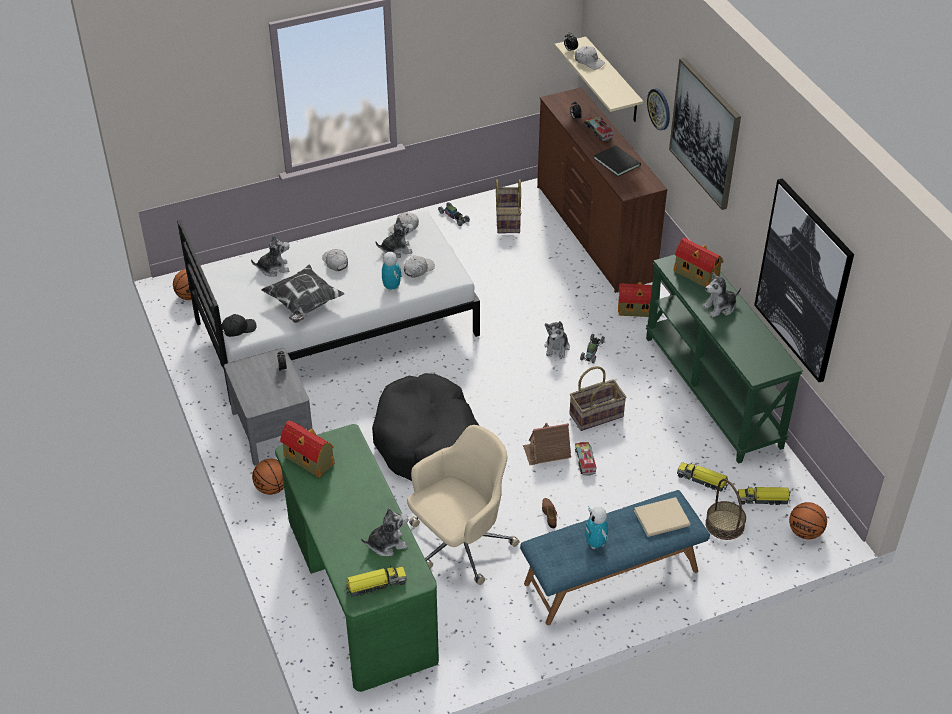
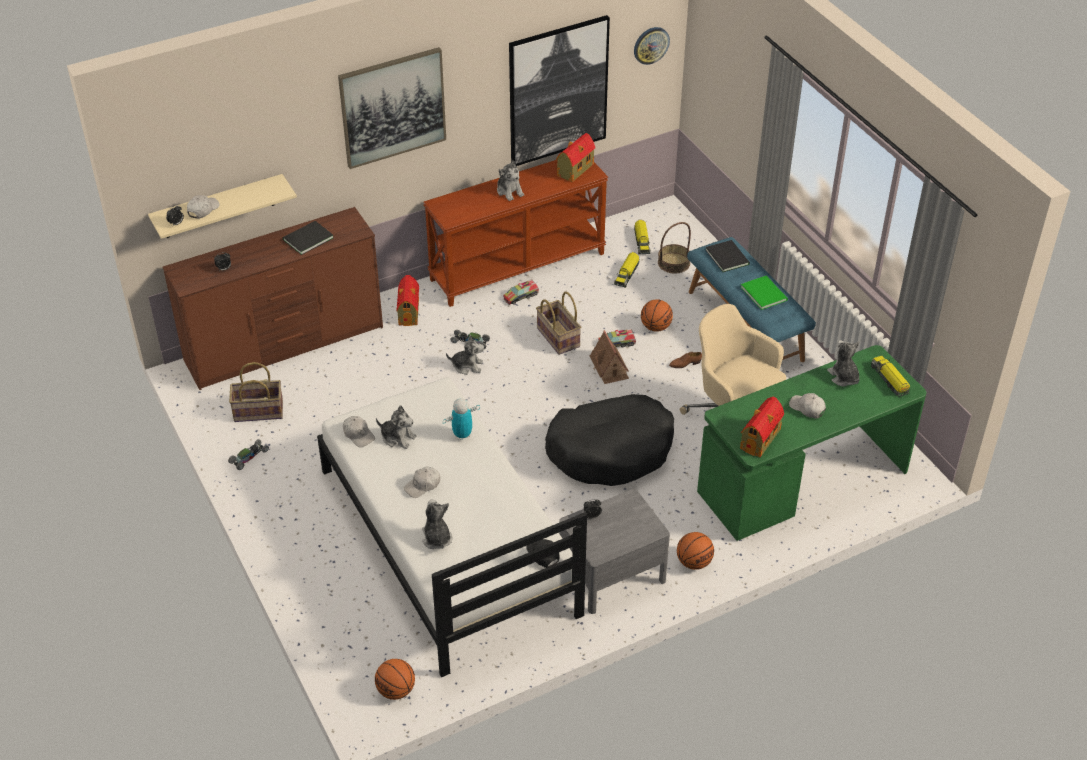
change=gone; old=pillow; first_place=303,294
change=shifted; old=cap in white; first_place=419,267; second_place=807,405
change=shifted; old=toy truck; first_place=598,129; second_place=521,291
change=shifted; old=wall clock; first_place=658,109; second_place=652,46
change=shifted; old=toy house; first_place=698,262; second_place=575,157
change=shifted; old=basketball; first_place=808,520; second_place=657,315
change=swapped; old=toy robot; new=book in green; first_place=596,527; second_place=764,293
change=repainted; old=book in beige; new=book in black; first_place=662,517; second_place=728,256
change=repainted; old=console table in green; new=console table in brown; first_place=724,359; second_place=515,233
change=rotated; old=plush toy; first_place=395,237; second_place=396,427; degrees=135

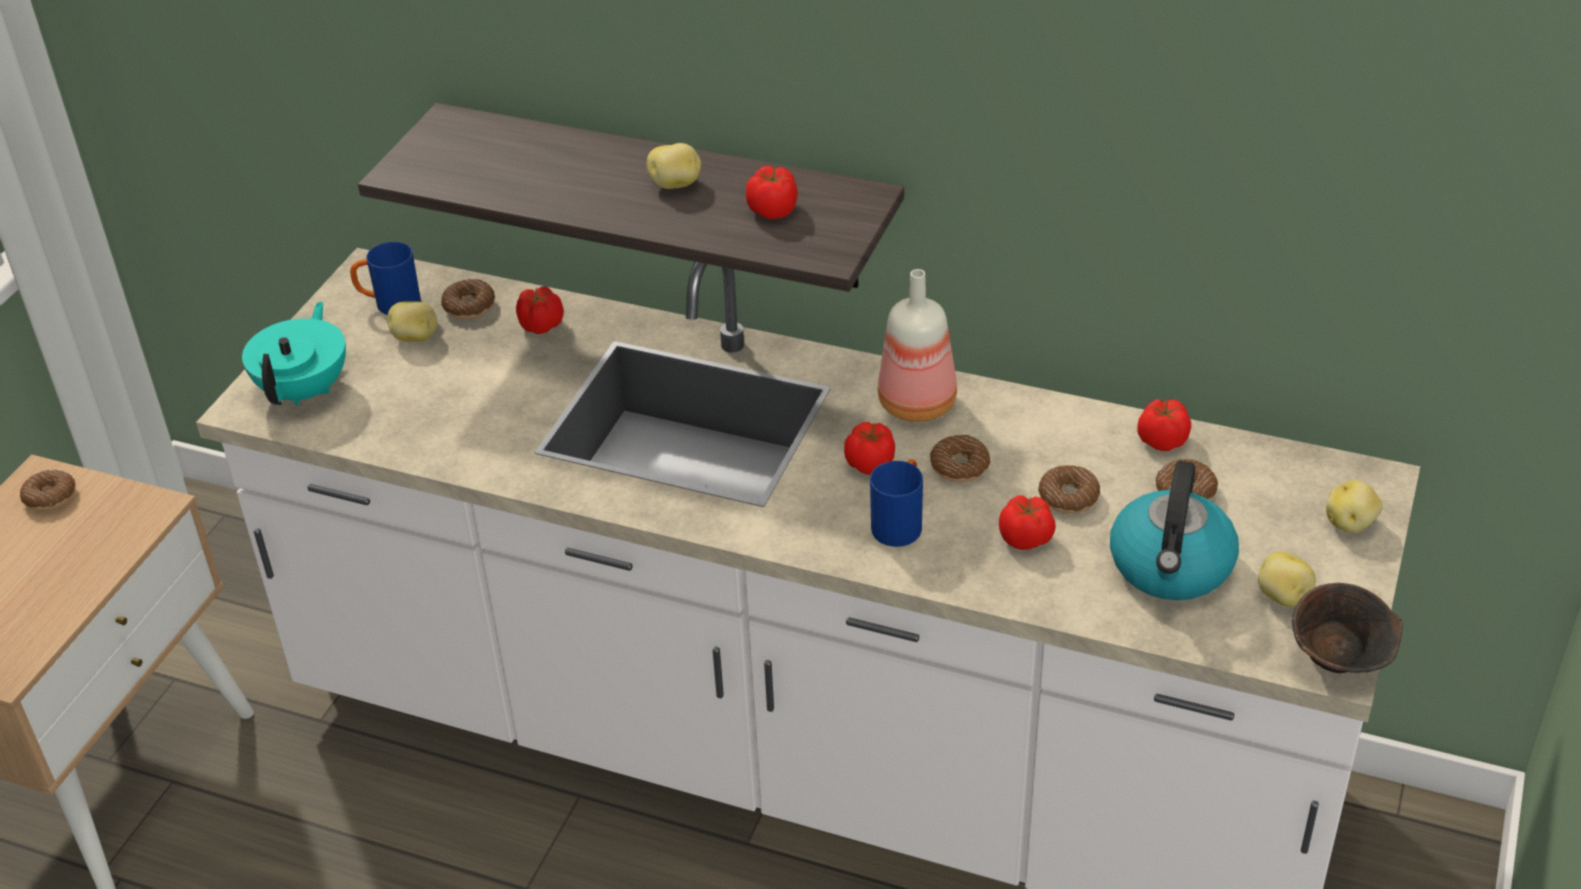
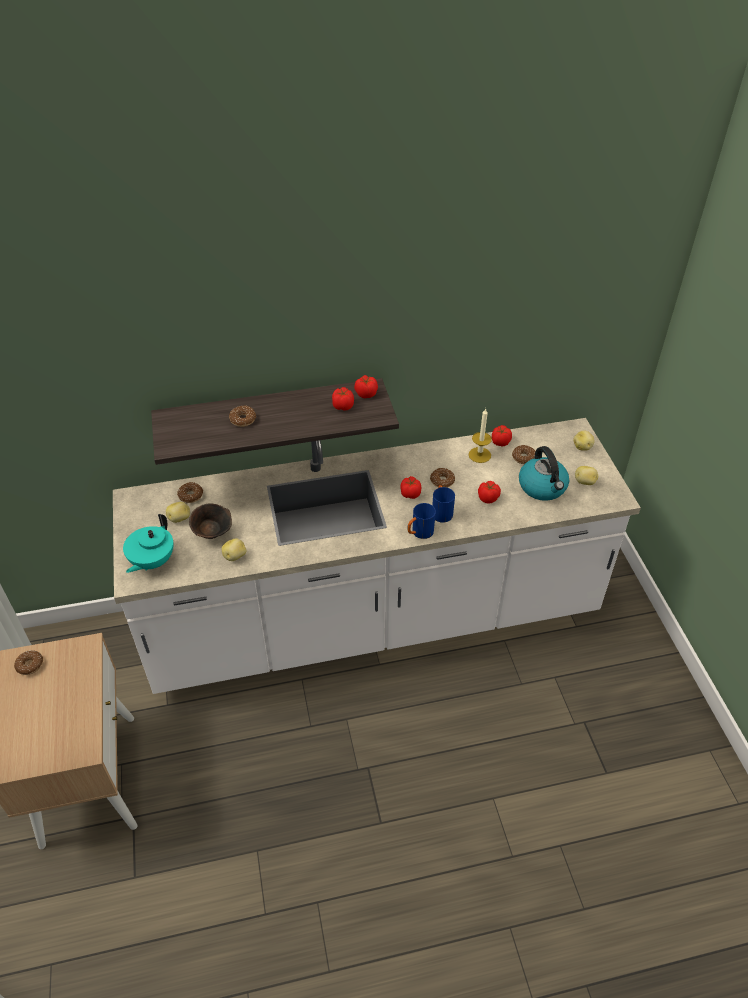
change=gone; old=bottle; first_place=917,345
change=new; new=candle; second_place=480,435
change=shifted; old=mug in blue; first_place=385,278; second_place=421,521
change=shifted; old=tomato; first_place=540,310; second_place=366,386
change=shifted; old=potato; first_place=674,166; second_place=234,550
change=shifted; old=donut; first_place=1069,489; second_place=242,416
change=shifted; old=bowl in brown; first_place=1347,628; second_place=210,521
change=rotated; old=teapot in turquoise; first_place=294,354; second_place=148,543; degrees=-135

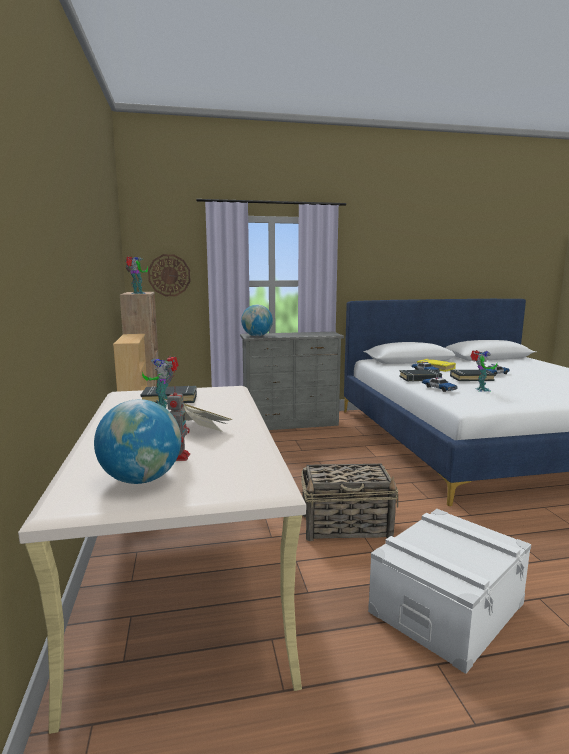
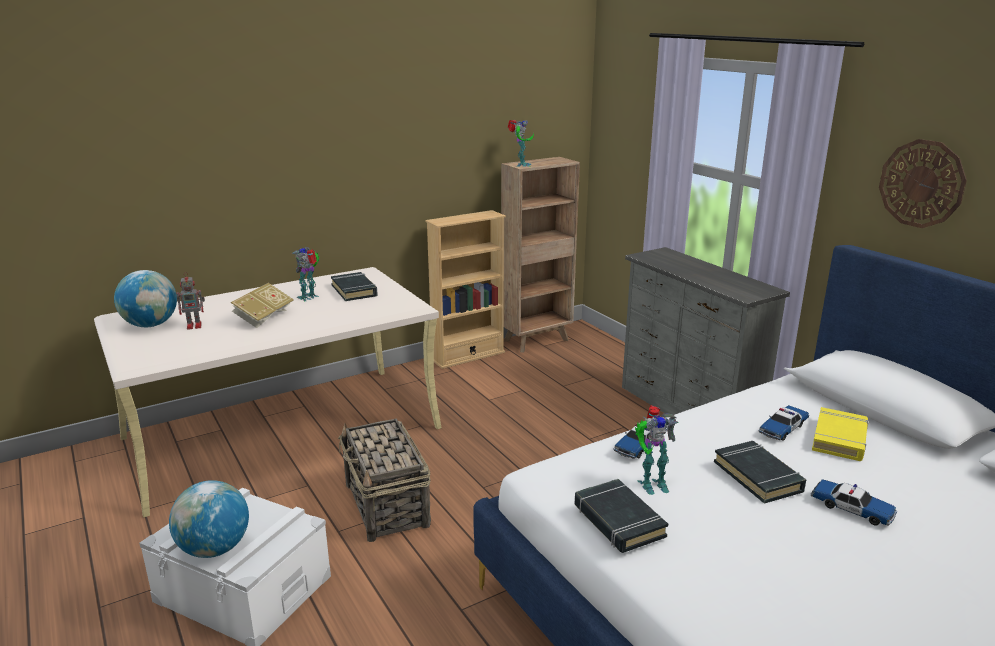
change=shifted; old=wall clock; first_place=169,275; second_place=923,183
change=shifted; old=globe; first_place=257,320; second_place=209,519
change=shifted; old=book in black; first_place=420,375; second_place=621,516

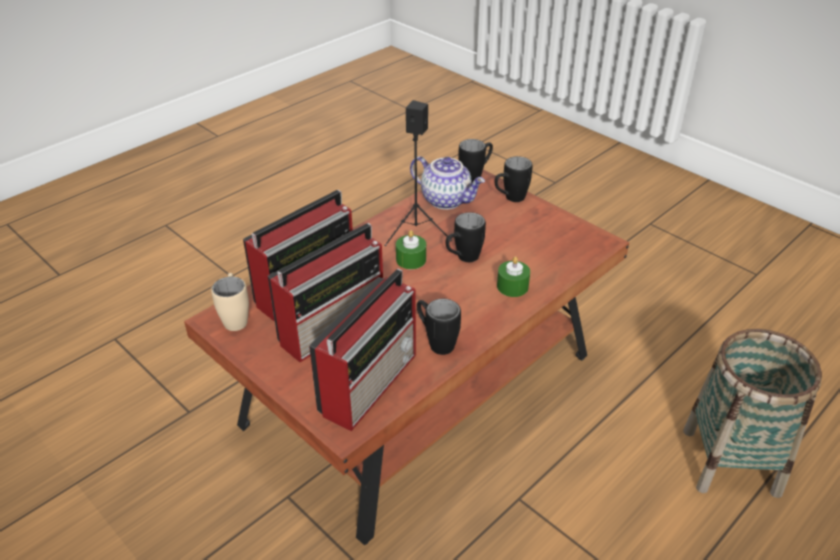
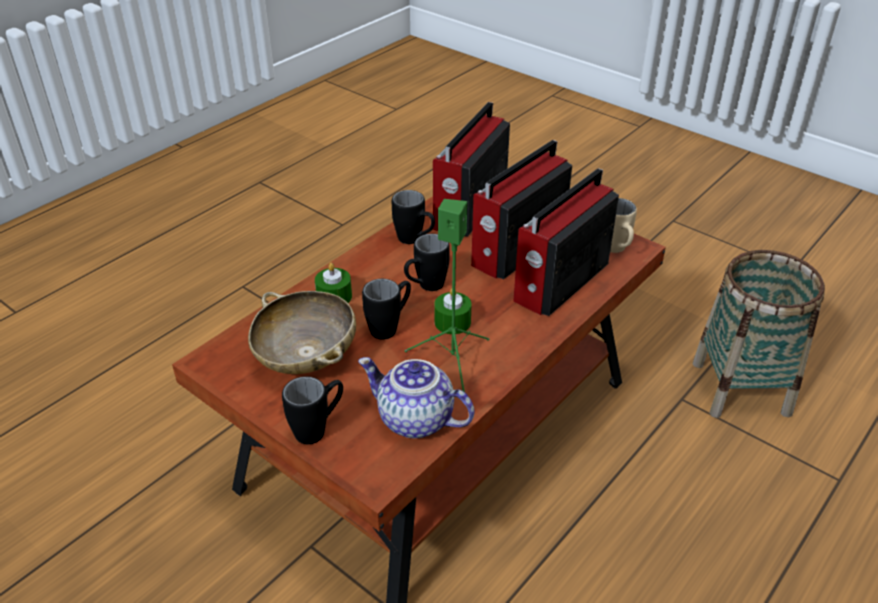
change=new; new=bowl in beige; second_place=302,332
change=shifted; old=mug in black; first_place=475,160; second_place=427,262
change=shifted; old=basket; first_place=752,413; second_place=759,334
change=repainted; old=speaker in black; new=speaker in green; first_place=418,173; second_place=446,295

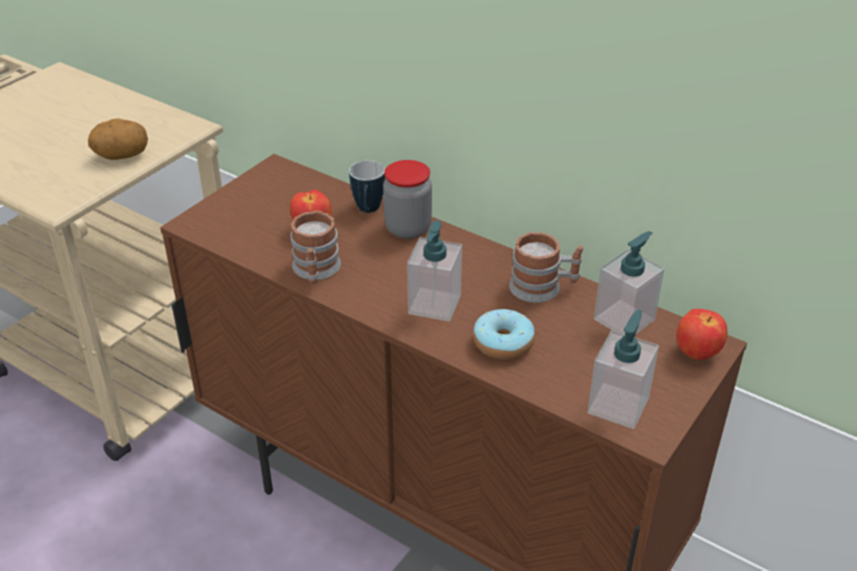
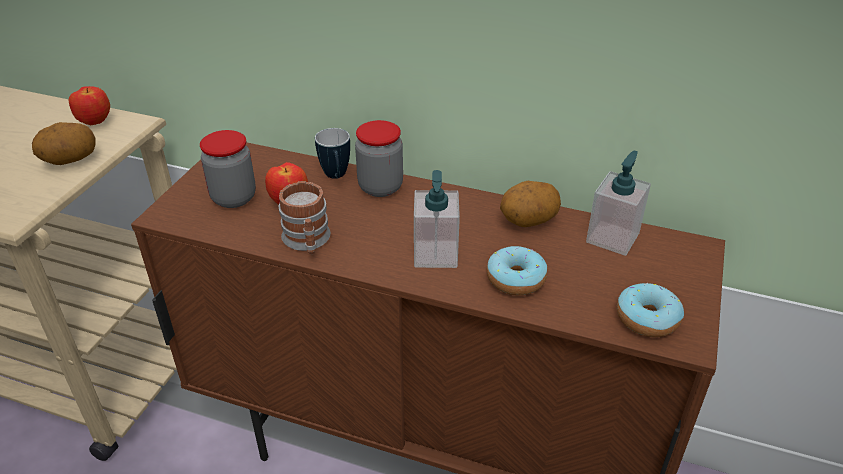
change=new; new=jar; second_place=228,169
change=shifted; old=apple; first_place=701,334; second_place=89,105
change=swapped; old=mug; new=potato; first_place=546,267; second_place=530,204
change=swapped; old=soap dispenser; new=donut; first_place=623,369; second_place=650,310

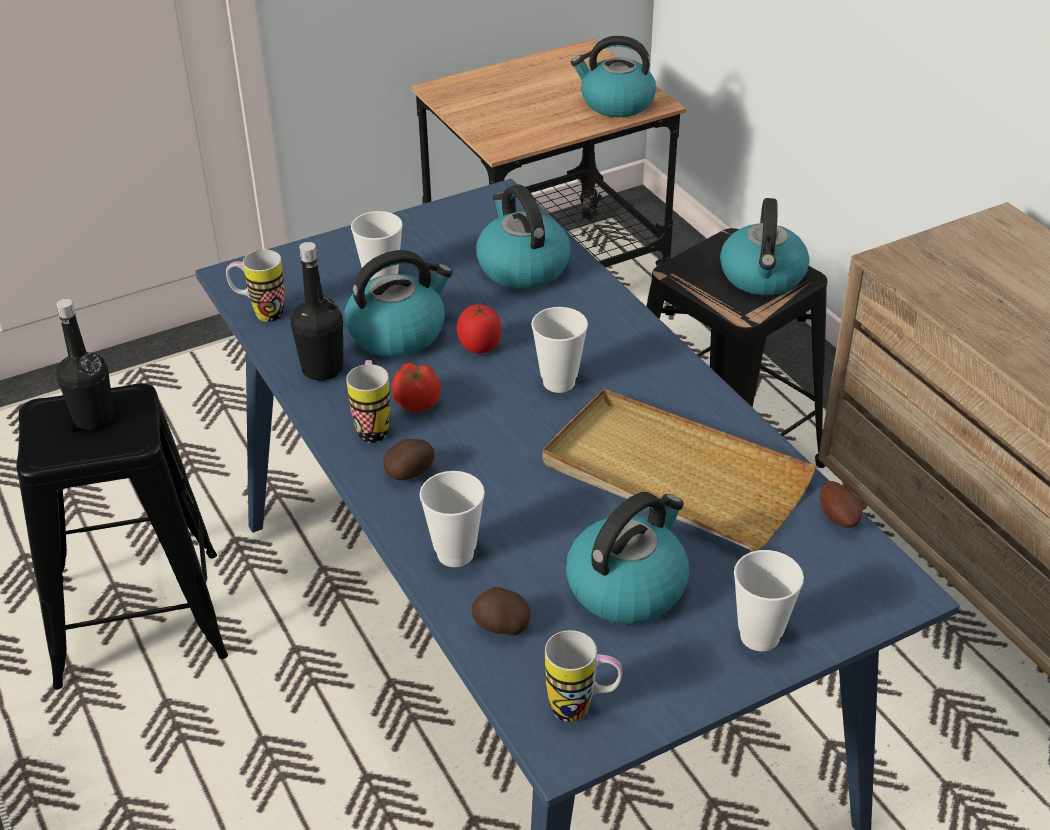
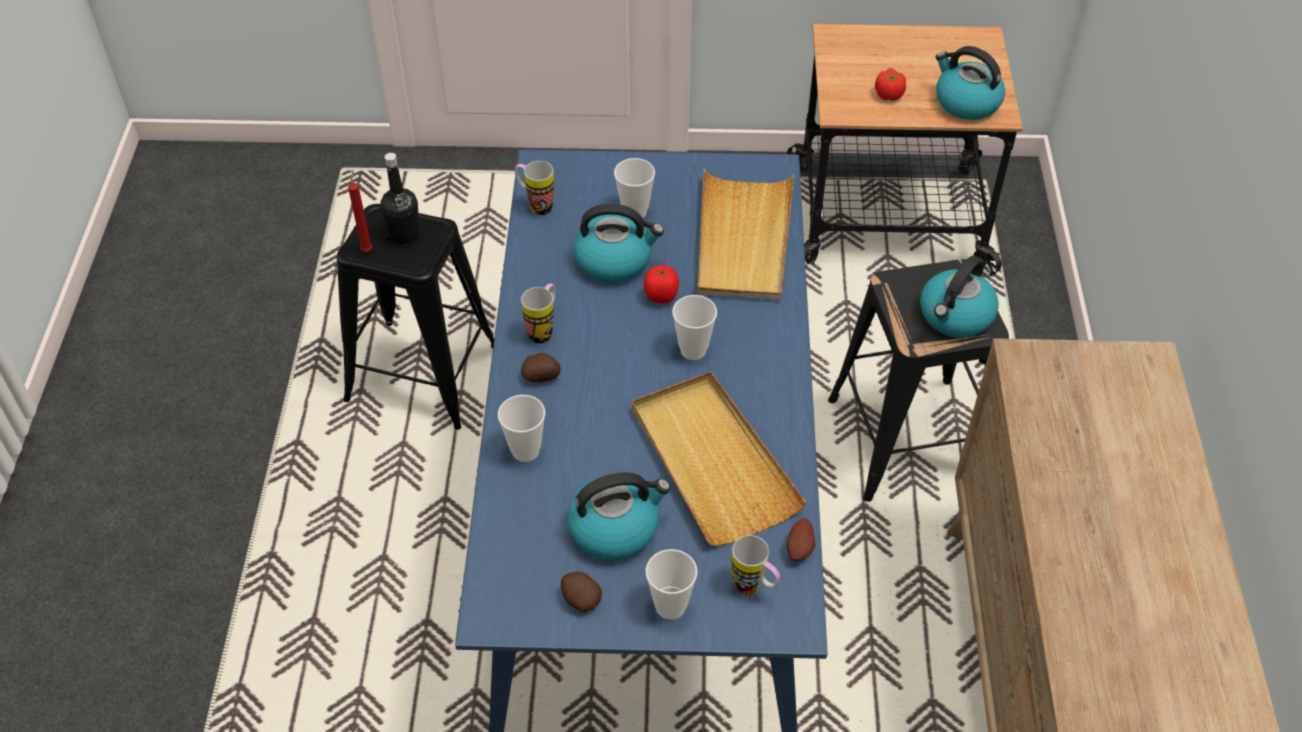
change=gone; old=bottle in black; first_place=317,311
change=new; new=candle in red; second_place=360,211
change=shifted; old=tomato; first_place=416,388; second_place=890,84
change=shifted; old=potato; first_place=500,611; second_place=581,591
change=shifted; old=mug; first_place=583,676; second_place=756,565
change=swapped; old=kettle; new=tray in beige; first_place=523,237; second_place=746,234

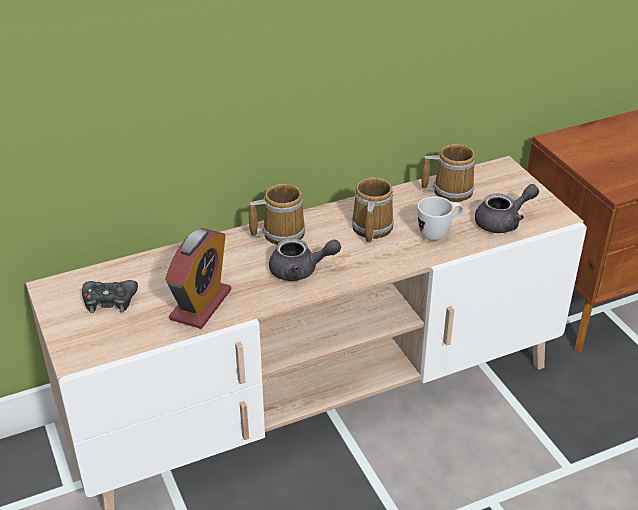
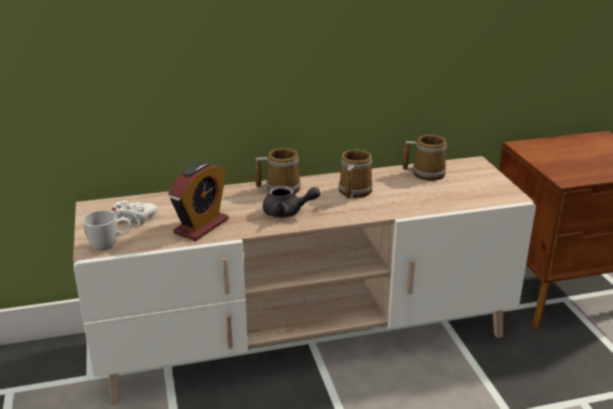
change=gone; old=teapot in grey; first_place=507,208
change=shifted; old=mug in white; first_place=440,218; second_place=106,230
change=repainted; old=game controller in black; new=game controller in white; first_place=110,296; second_place=134,212

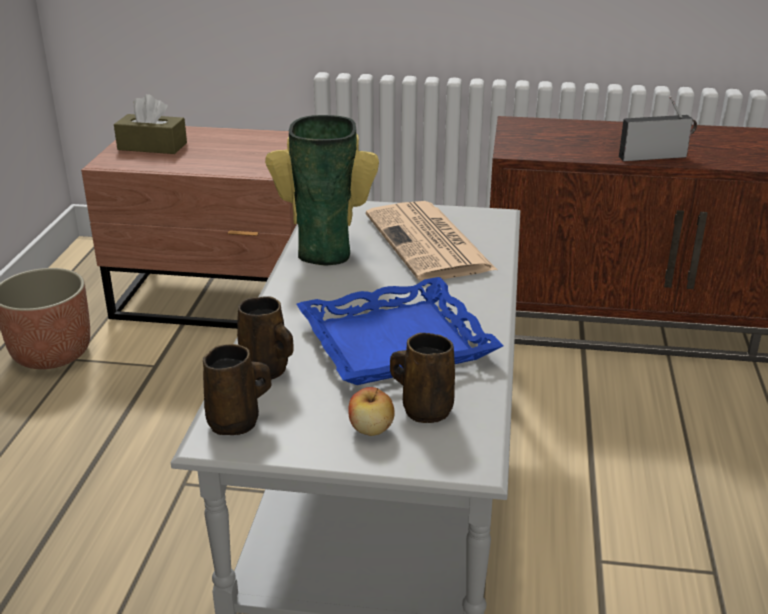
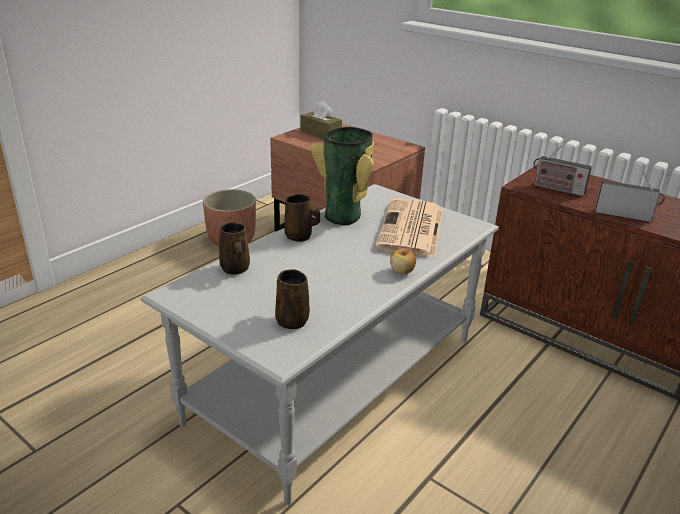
change=gone; old=tray in blue; first_place=400,331
change=new; new=radio; second_place=562,170
change=shifted; old=mug in brown; first_place=237,389; second_place=302,218
change=shifted; old=apple; first_place=371,411; second_place=403,261

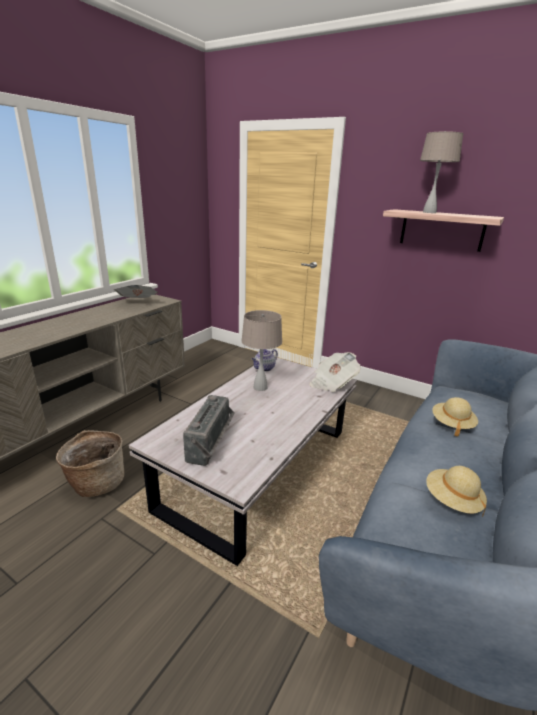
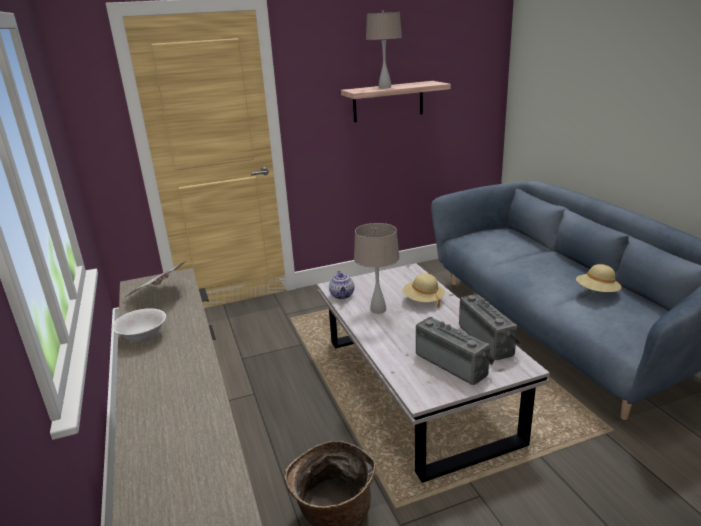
change=gone; old=newspaper; first_place=335,372
change=new; new=bowl in white; second_place=139,325
change=new; new=radio; second_place=490,327
change=shifted; old=hat in beige; first_place=455,417; second_place=423,290

